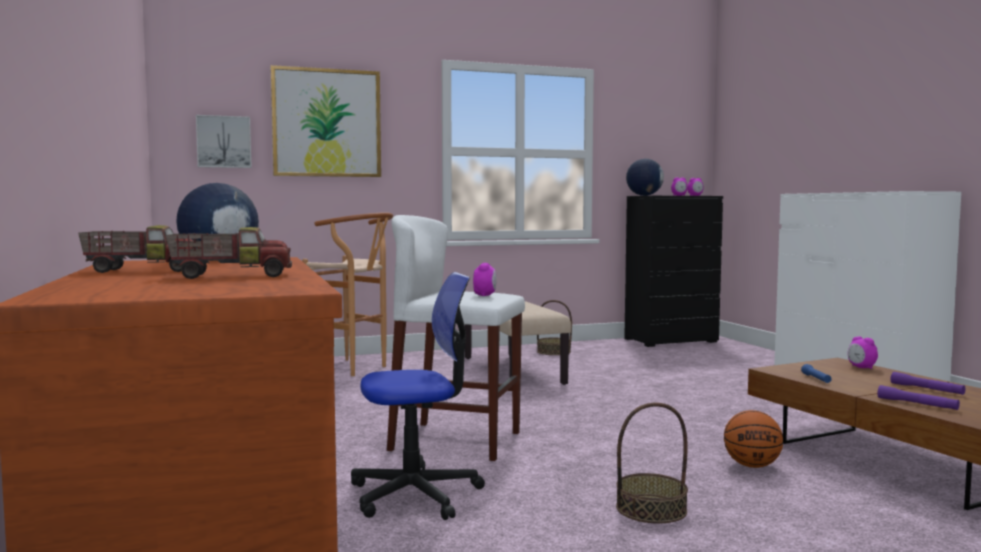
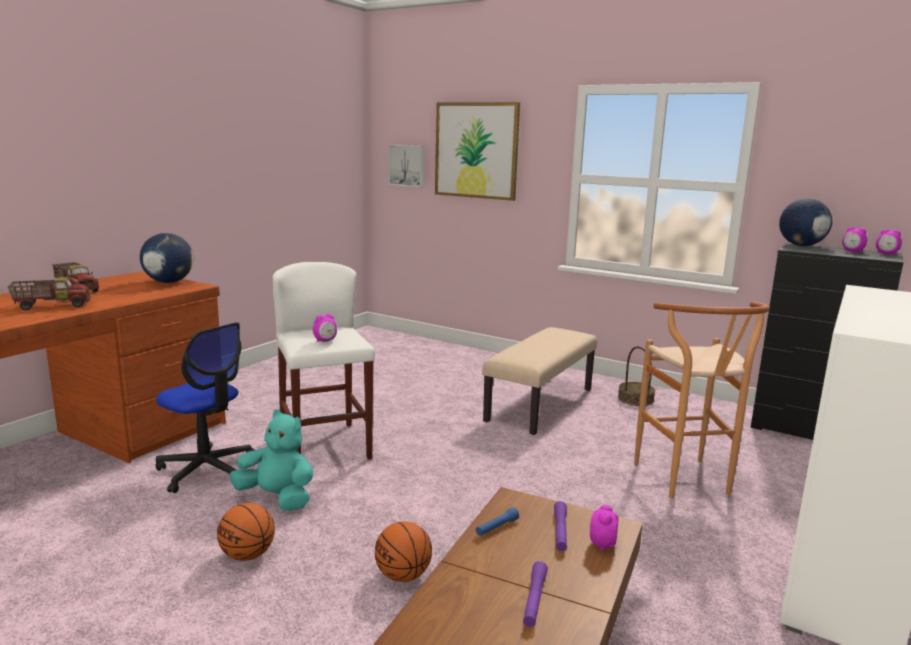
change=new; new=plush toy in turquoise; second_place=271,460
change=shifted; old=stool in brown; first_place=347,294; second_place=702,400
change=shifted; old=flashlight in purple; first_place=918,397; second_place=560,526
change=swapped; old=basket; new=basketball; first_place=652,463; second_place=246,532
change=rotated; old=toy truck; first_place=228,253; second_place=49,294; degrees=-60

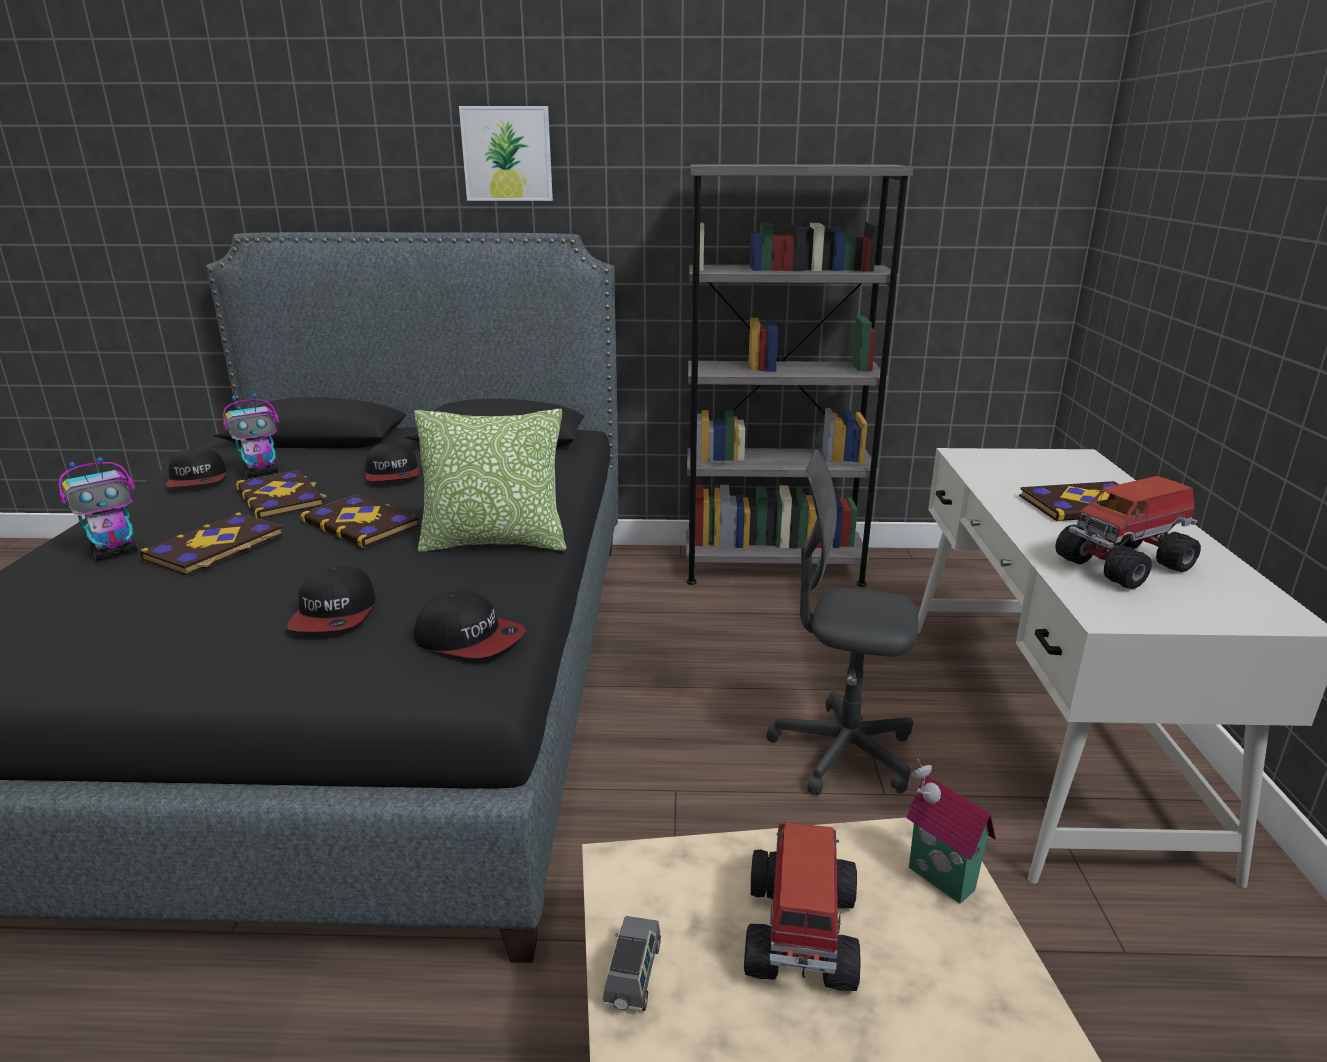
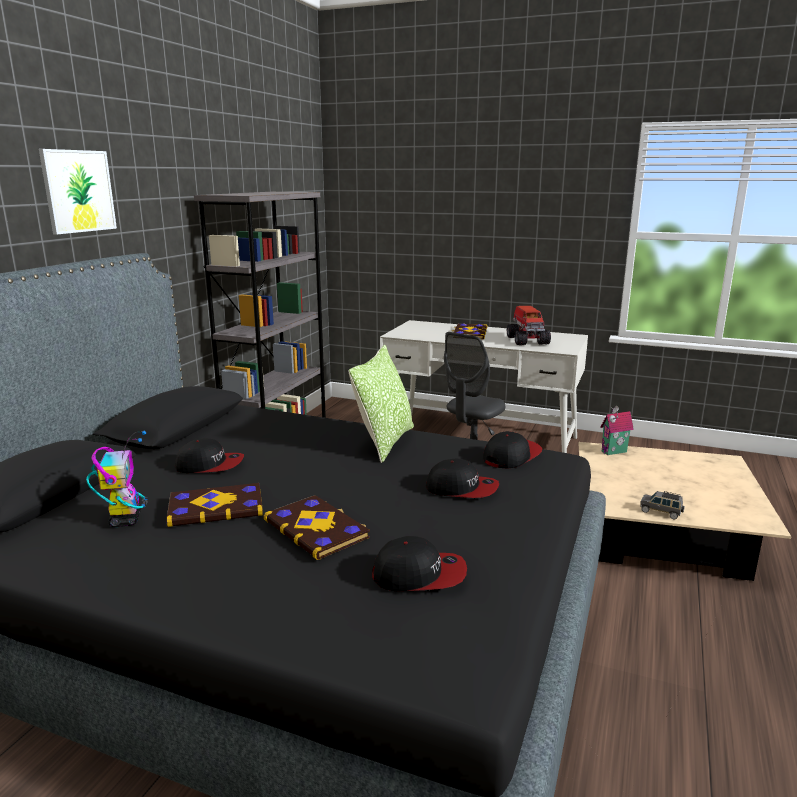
change=gone; old=toy robot; first_place=97,508
change=gone; old=book; first_place=360,521
change=gone; old=toy truck; first_place=802,906
change=shifted; old=cap; first_place=196,467; second_place=419,563

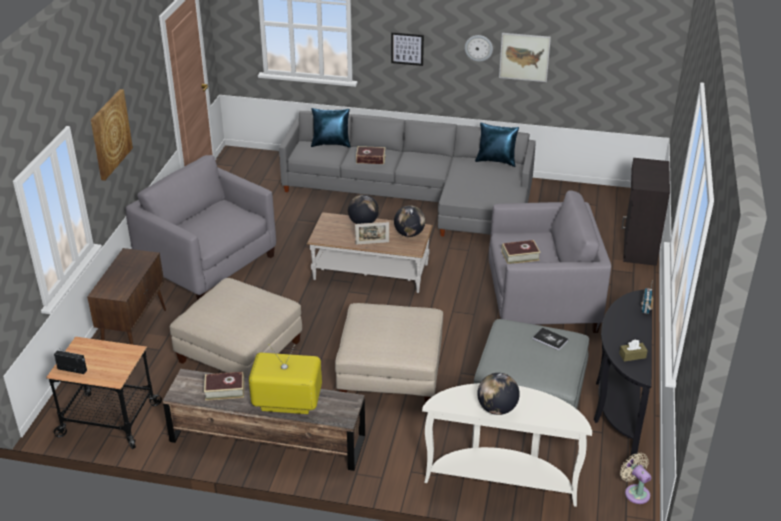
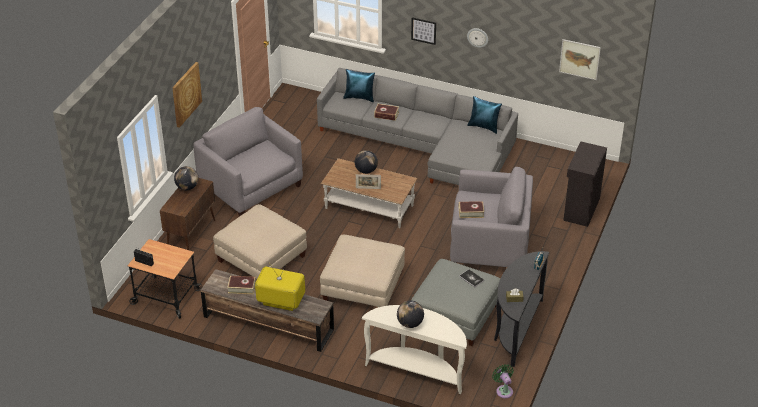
change=shifted; old=globe; first_place=409,221; second_place=186,178
change=shifted; old=picture; first_place=525,57; second_place=580,59
change=repainted; old=fan in beige; new=fan in green; first_place=635,478; second_place=503,381

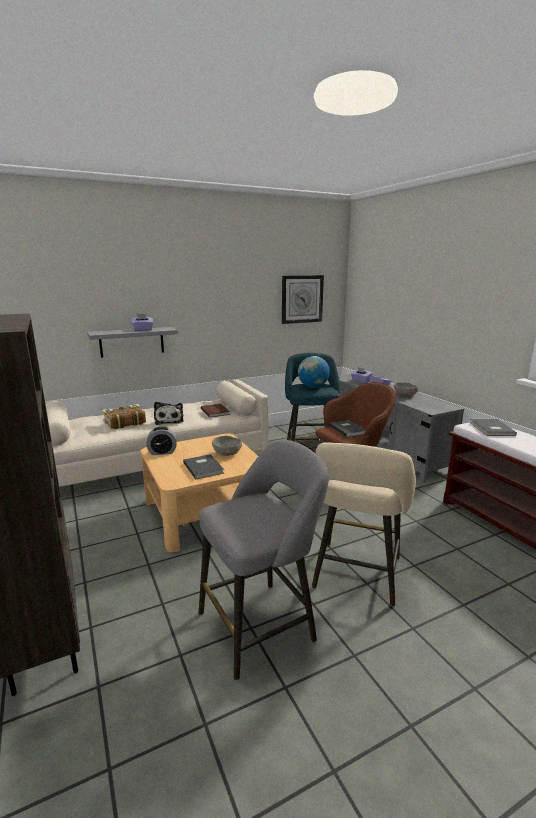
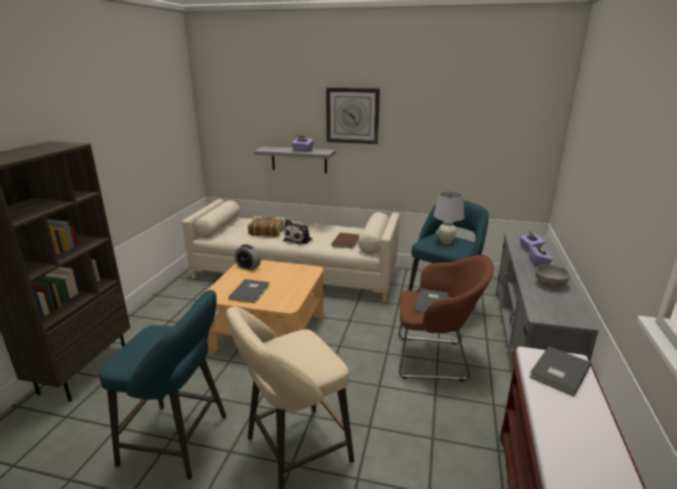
change=gone; old=bowl in grey; first_place=227,446
change=shifted; old=wall clock; first_place=303,299; second_place=353,116
change=swapped; old=globe; new=table lamp in white; first_place=314,372; second_place=449,217
change=repainted; old=stool in grey; new=stool in turquoise; first_place=264,560; second_place=163,385

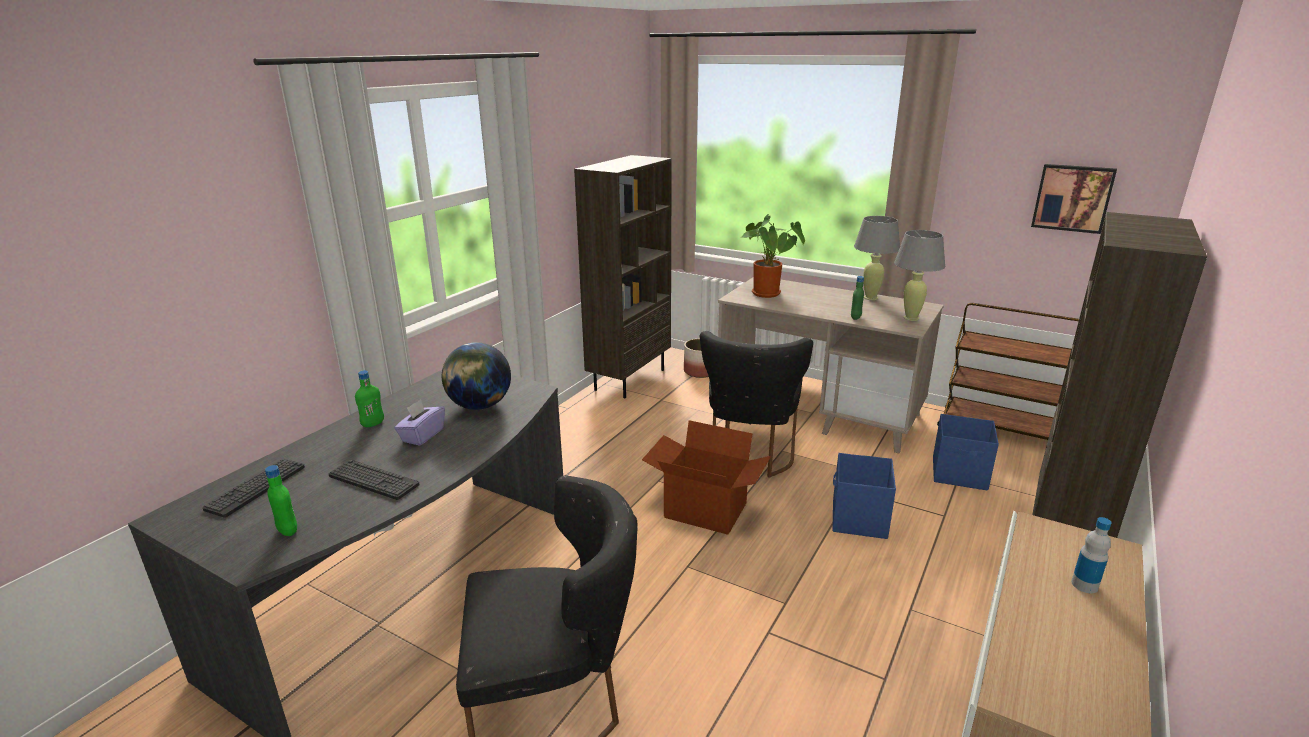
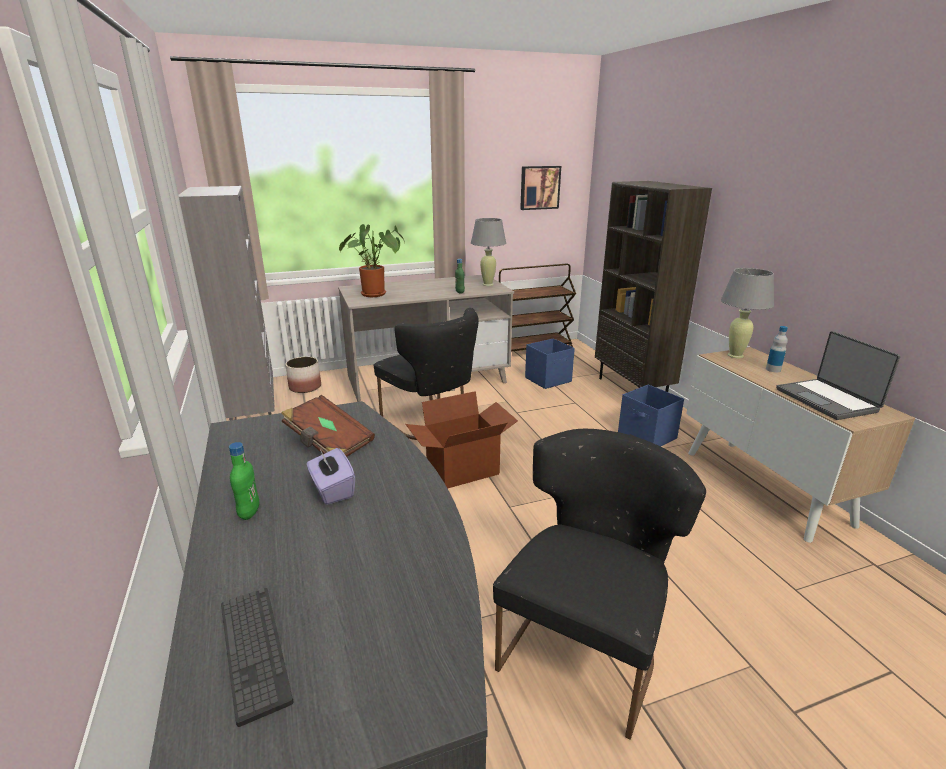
change=gone; old=bottle in green; first_place=281,500
change=gone; old=keyboard; first_place=374,480
change=new; new=laptop; second_place=838,375
change=shifted; old=storage box in blue; first_place=864,496; second_place=651,415
change=shifted; old=table lamp in grey; first_place=877,258; second_place=747,313
change=swapped; old=globe; new=book in brown; first_place=476,376; second_place=328,426
change=repainted; old=bookcase in brown; new=bookcase in grey; first_place=623,276; second_place=226,303

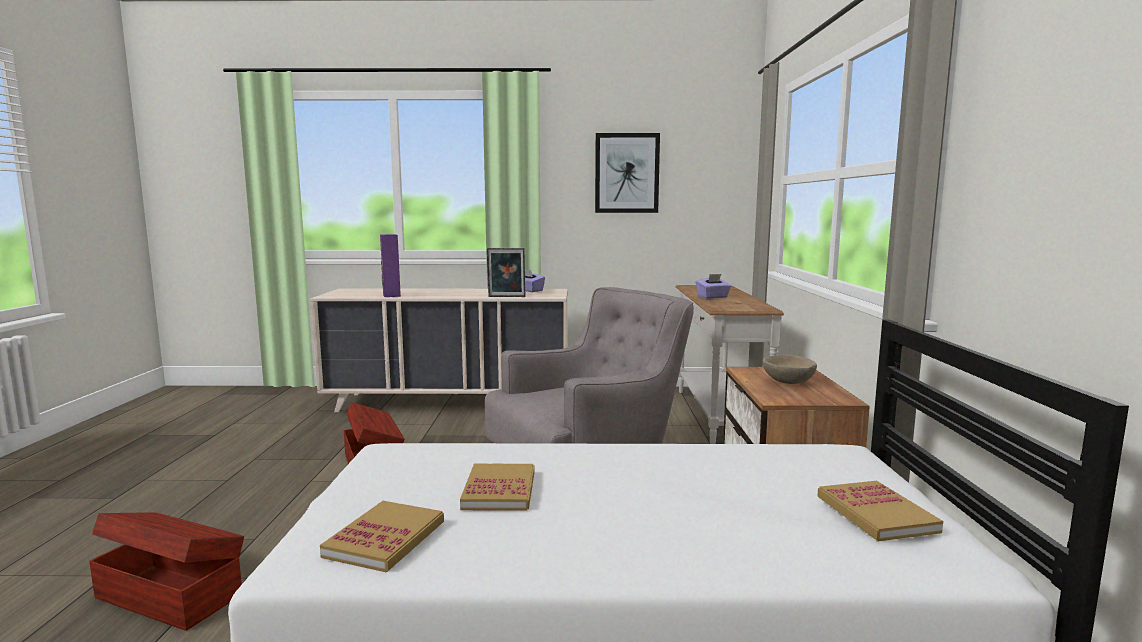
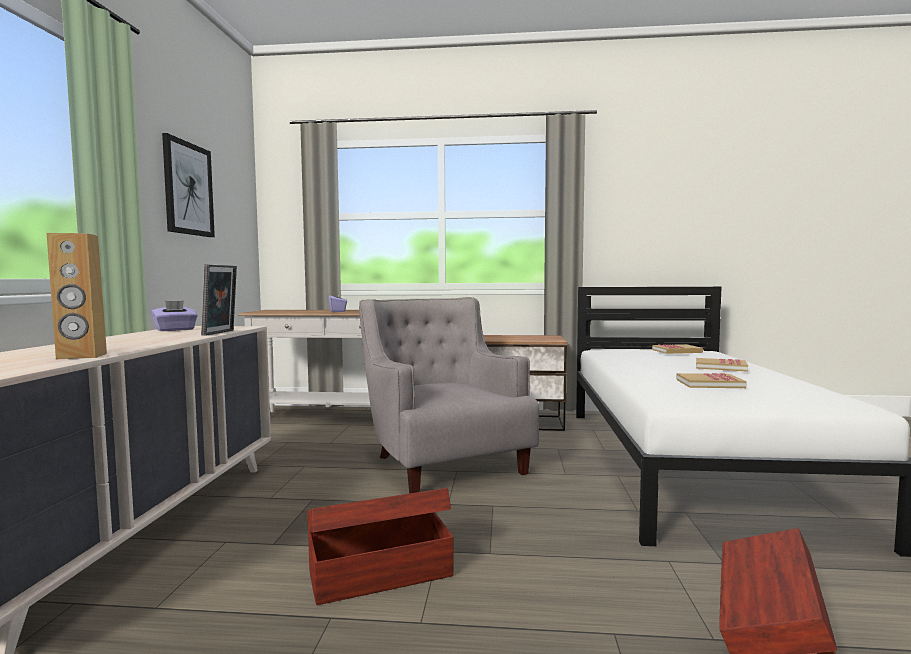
change=gone; old=bowl in beige; first_place=790,369
change=shifted; old=book; first_place=382,537; second_place=722,365
change=repainted; old=speaker in purple; new=speaker in brown; first_place=390,265; second_place=77,296

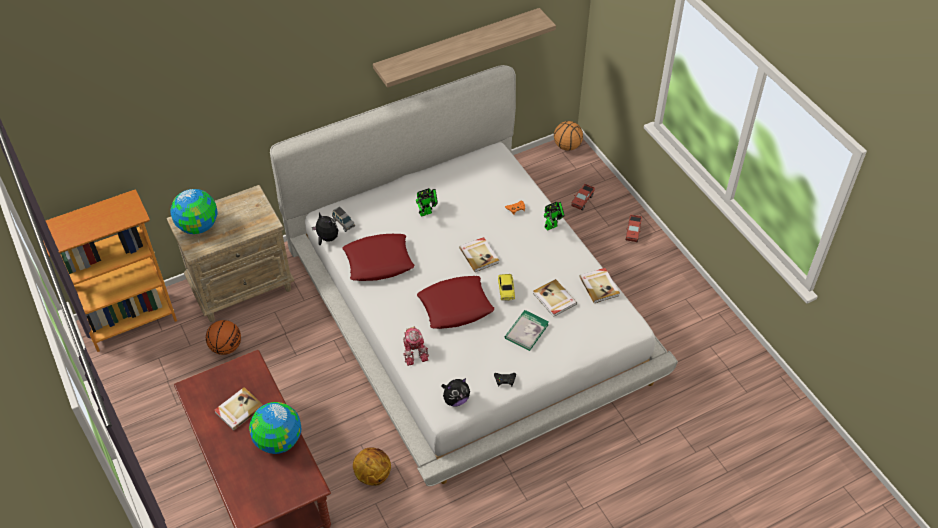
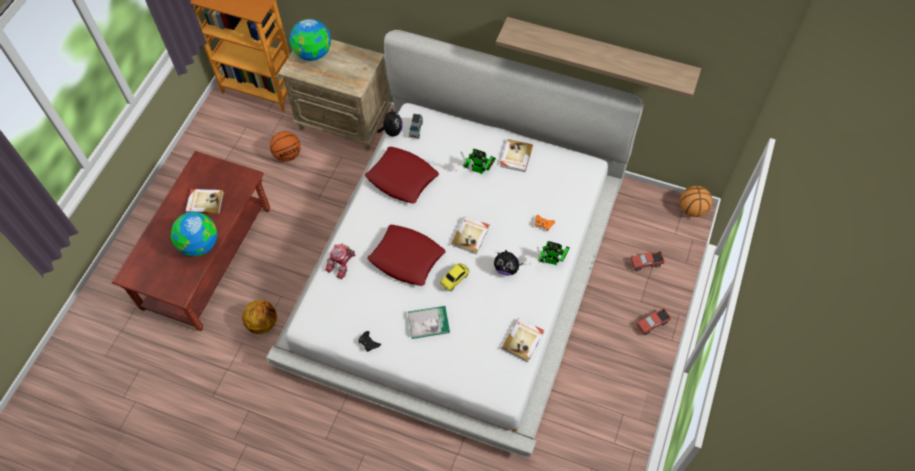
change=shifted; old=plush toy; first_place=455,392; second_place=508,263
change=shifted; old=book; first_place=555,298; second_place=516,155

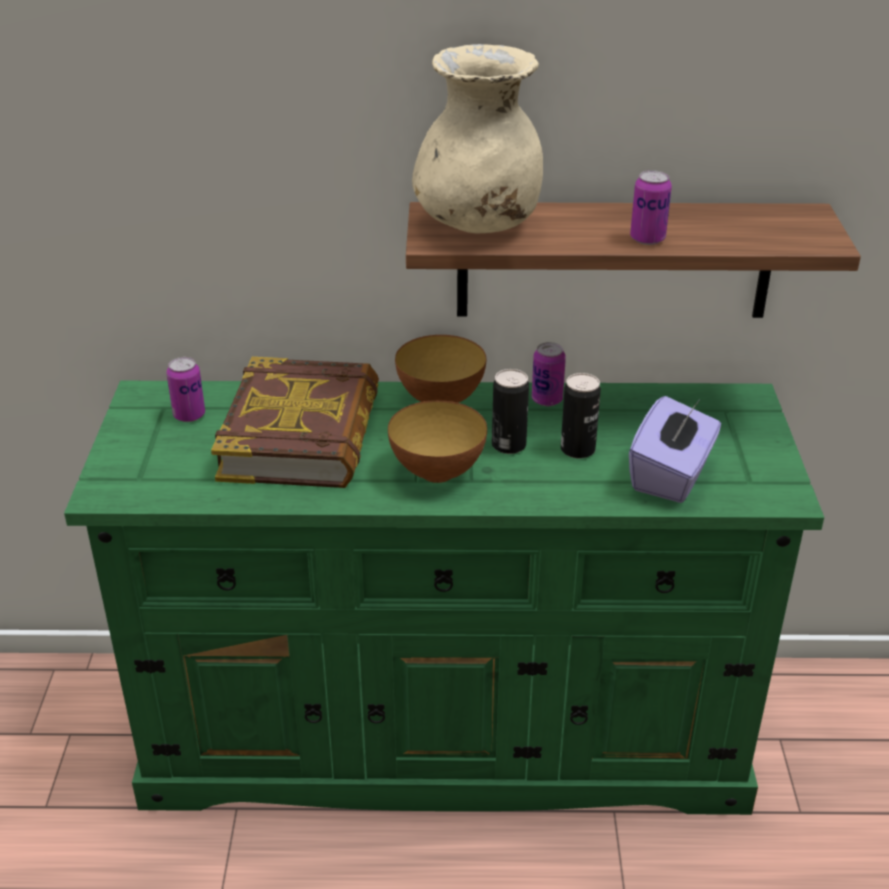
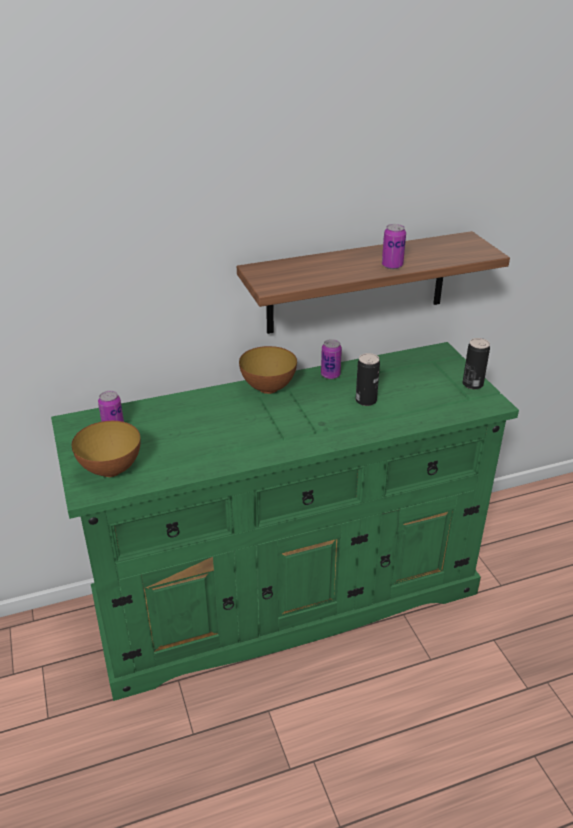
change=gone; old=book; first_place=295,422
change=gone; old=vase in beige; first_place=477,138
change=gone; old=tissue box in purple; first_place=675,449
change=shifted; old=bowl; first_place=437,441; second_place=106,449
change=shifted; old=can; first_place=510,411; second_place=476,363

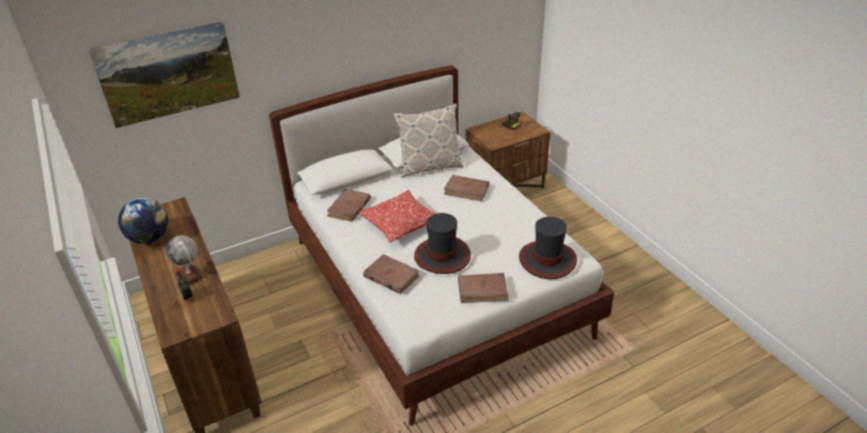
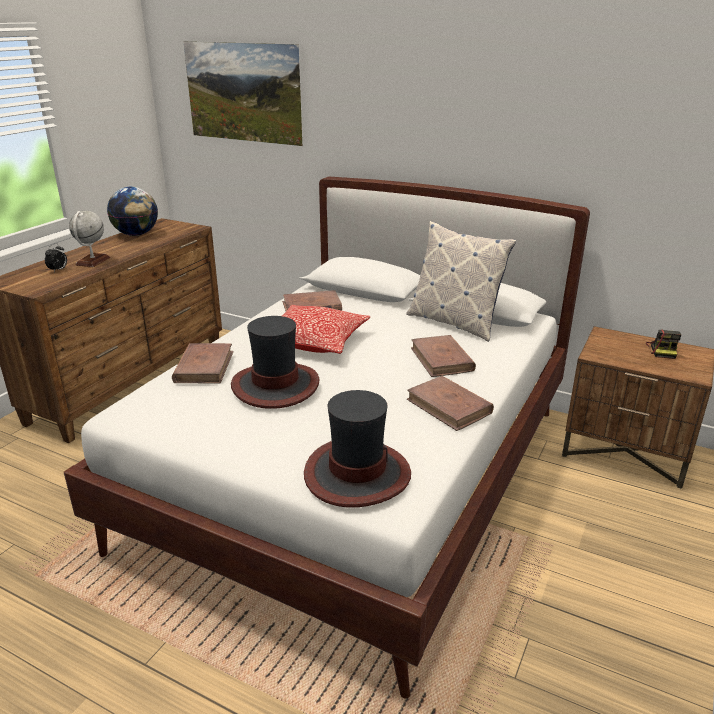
change=shifted; old=book in brown; first_place=483,288; second_place=450,403

